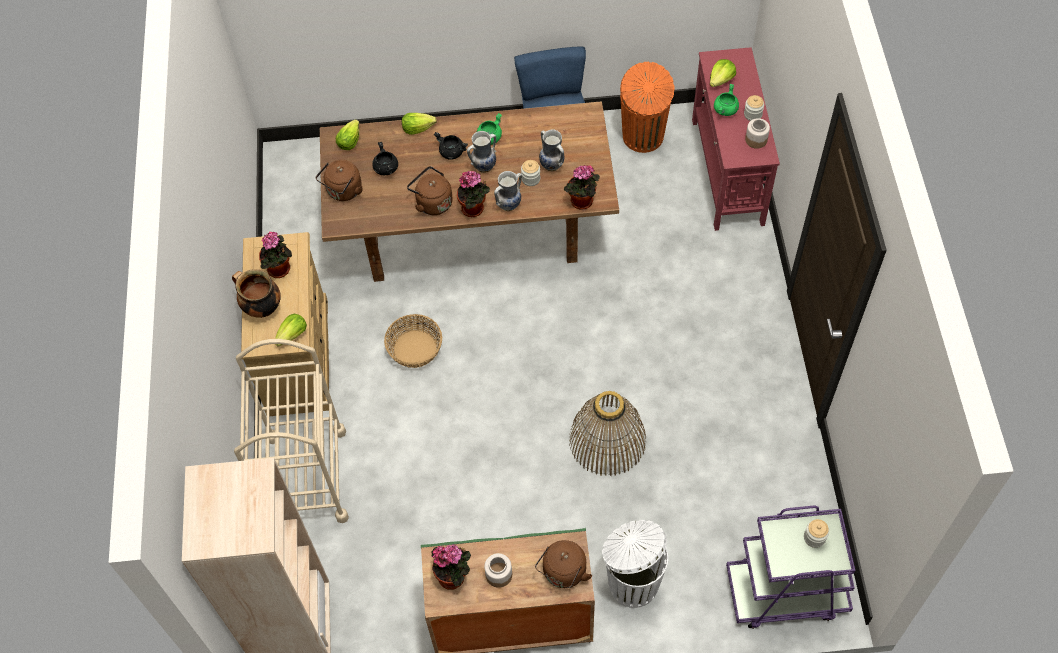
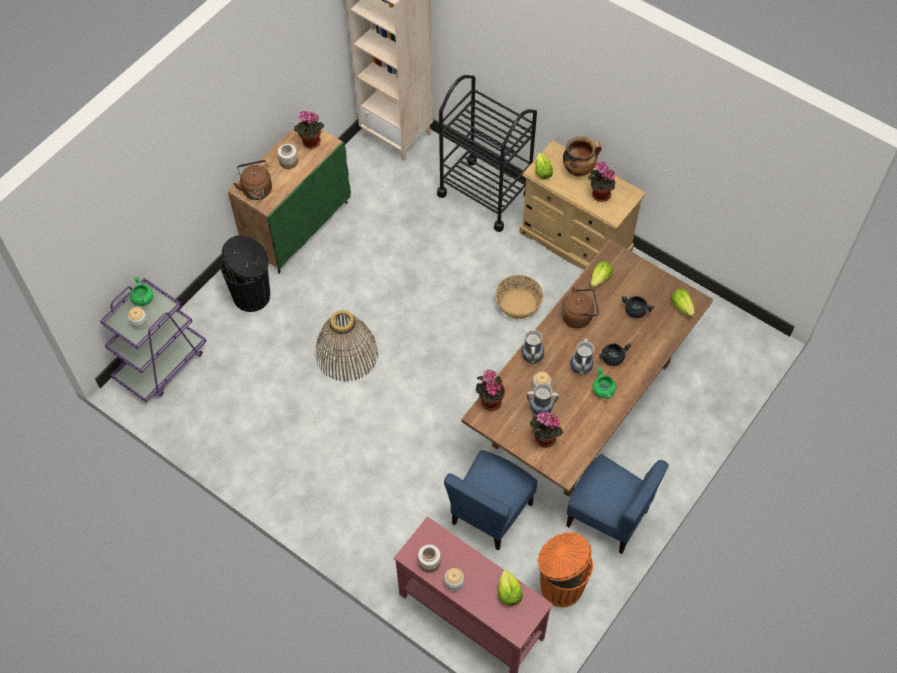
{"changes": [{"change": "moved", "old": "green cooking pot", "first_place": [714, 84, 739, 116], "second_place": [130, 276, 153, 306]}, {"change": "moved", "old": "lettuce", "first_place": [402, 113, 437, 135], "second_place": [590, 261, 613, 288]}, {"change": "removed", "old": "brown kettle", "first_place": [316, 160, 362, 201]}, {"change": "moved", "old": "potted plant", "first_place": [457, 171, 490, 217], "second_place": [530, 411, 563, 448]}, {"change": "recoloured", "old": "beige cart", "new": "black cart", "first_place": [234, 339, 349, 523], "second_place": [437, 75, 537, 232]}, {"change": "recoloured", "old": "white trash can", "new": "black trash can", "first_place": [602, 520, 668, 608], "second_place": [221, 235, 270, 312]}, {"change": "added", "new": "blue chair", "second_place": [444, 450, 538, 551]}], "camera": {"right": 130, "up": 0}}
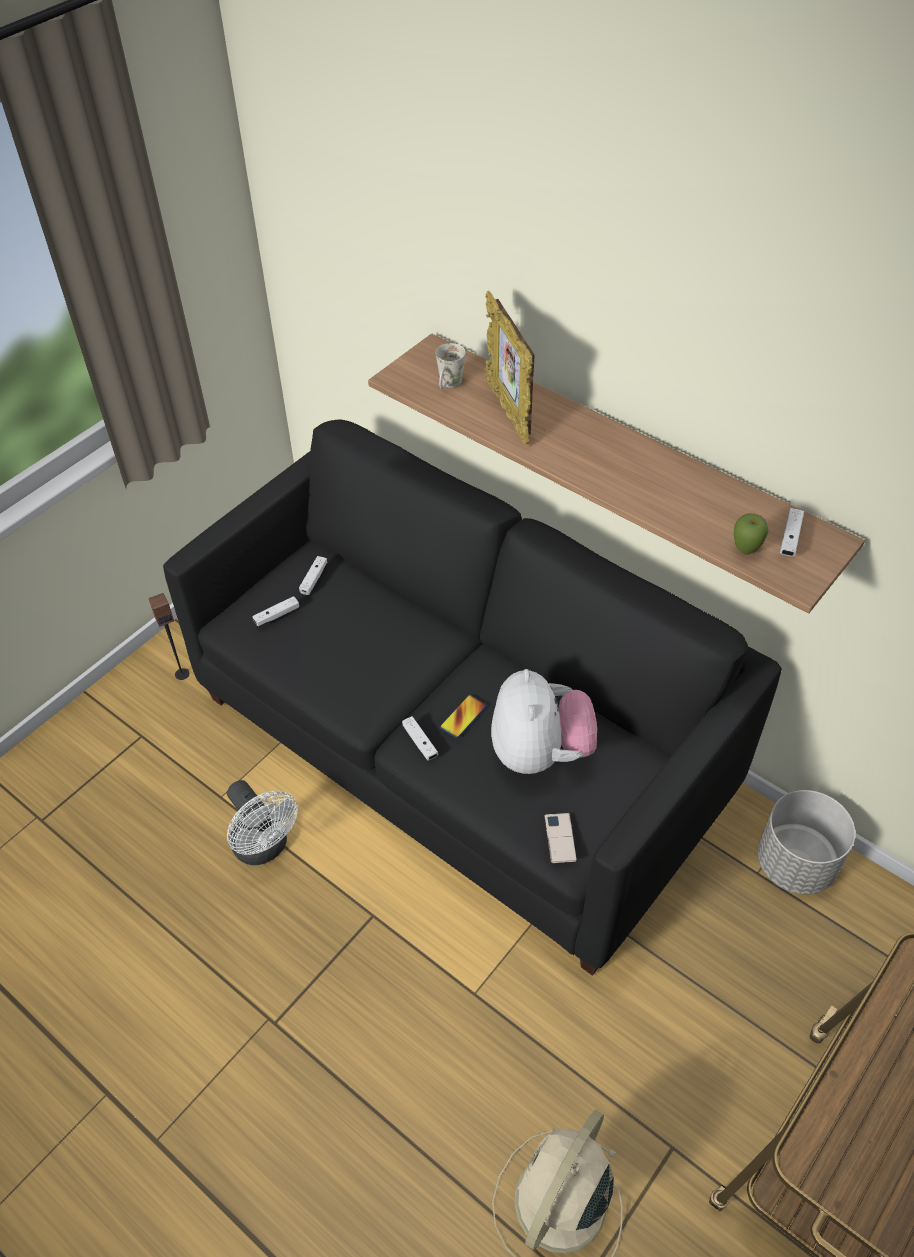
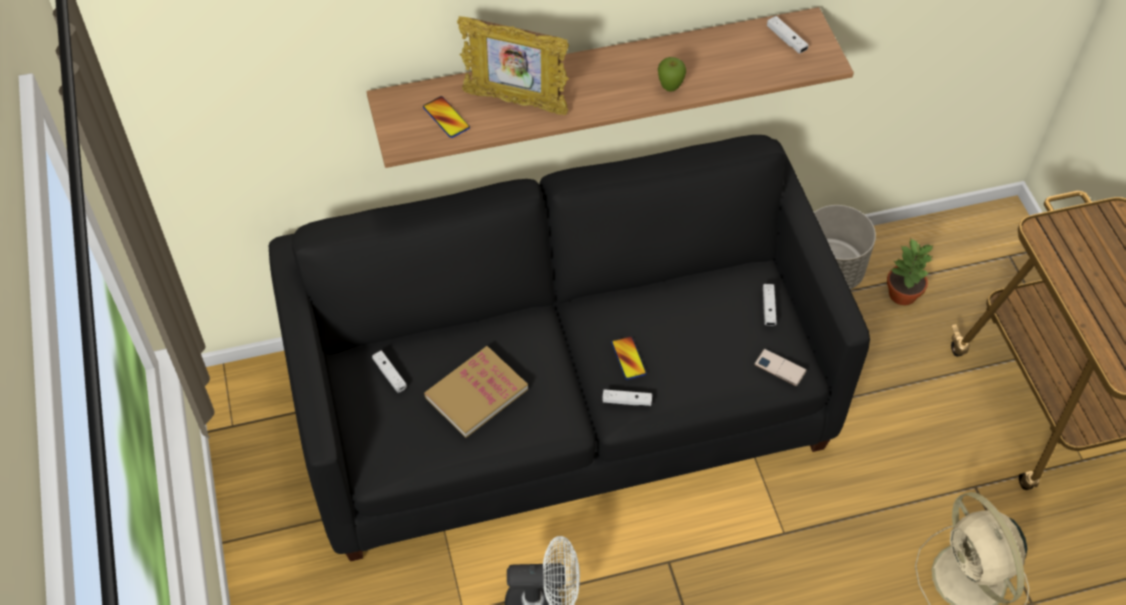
{"changes": [{"change": "replaced", "old": "white mug", "new": "phone", "first_place": [436, 343, 466, 389], "second_place": [423, 96, 470, 138]}, {"change": "moved", "old": "apple", "first_place": [734, 513, 769, 555], "second_place": [658, 57, 686, 92]}, {"change": "removed", "old": "speaker", "first_place": [148, 593, 189, 680]}, {"change": "moved", "old": "white game controller", "first_place": [252, 596, 299, 626], "second_place": [763, 284, 776, 326]}, {"change": "removed", "old": "plush toy", "first_place": [491, 669, 597, 774]}, {"change": "added", "new": "potted plant", "second_place": [887, 239, 934, 306]}, {"change": "added", "new": "book", "second_place": [424, 346, 528, 438]}], "camera": {"right": -55, "up": 5}}
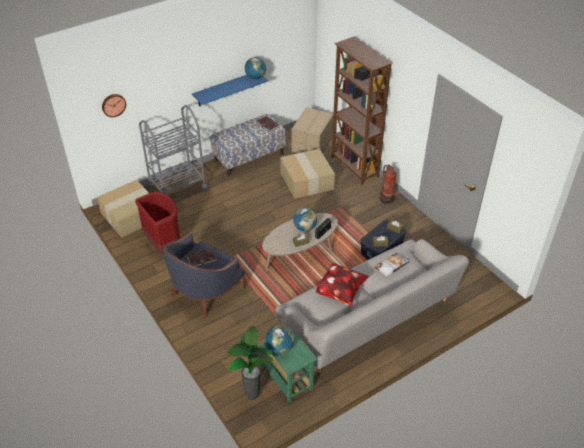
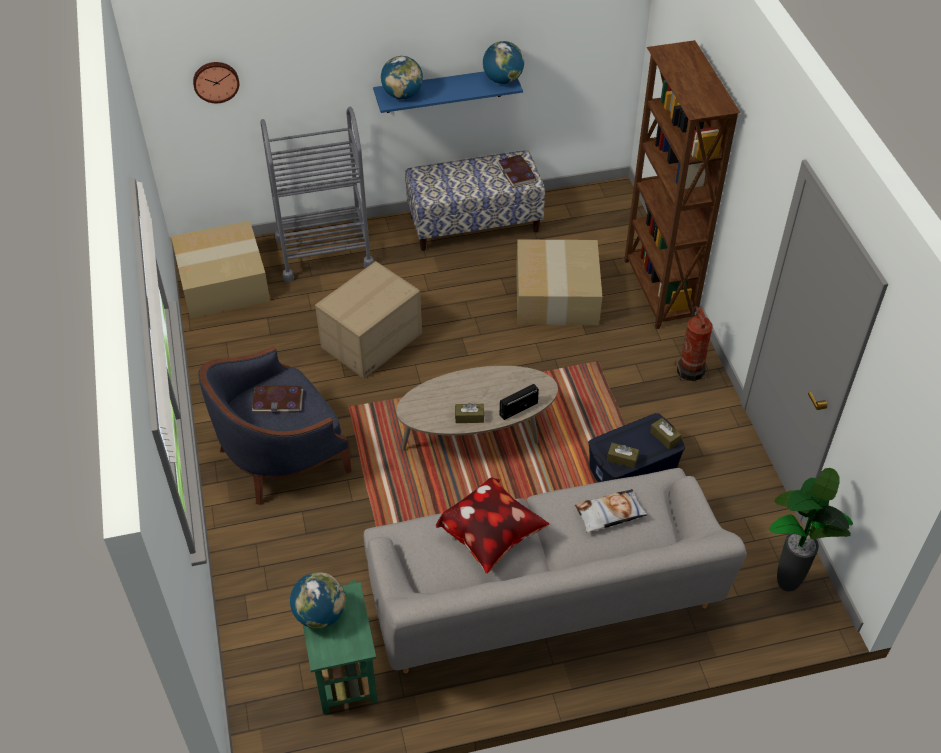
{"changes": [{"change": "moved", "old": "cardboard box", "first_place": [291, 107, 334, 154], "second_place": [315, 261, 422, 379]}, {"change": "removed", "old": "red trash can", "first_place": [135, 192, 180, 254]}, {"change": "moved", "old": "globe", "first_place": [293, 207, 317, 231], "second_place": [381, 56, 423, 99]}, {"change": "moved", "old": "potted plant", "first_place": [228, 326, 273, 400], "second_place": [769, 468, 853, 592]}], "camera": {"right": 20, "up": 5}}
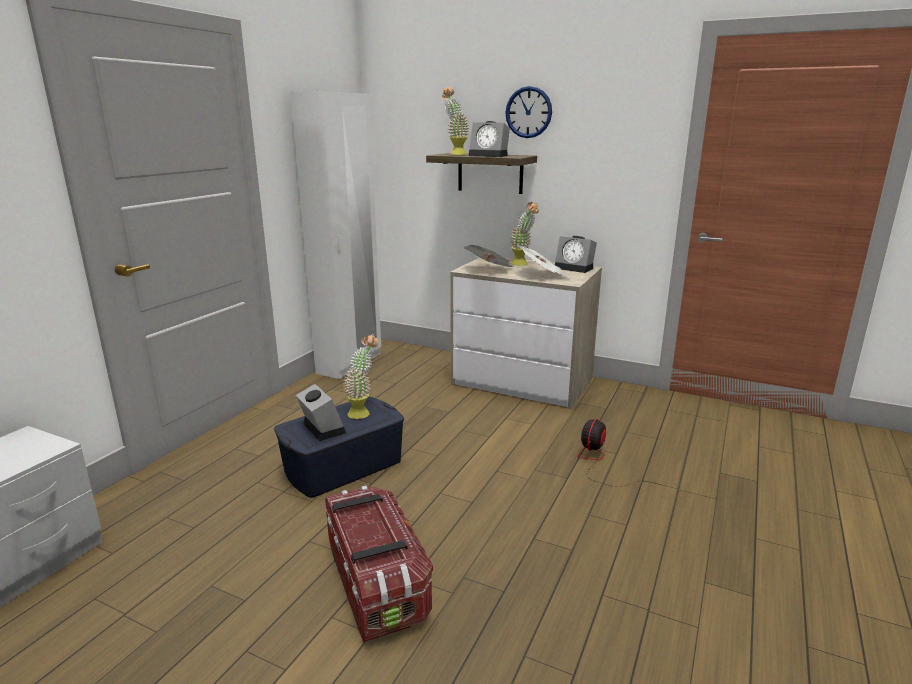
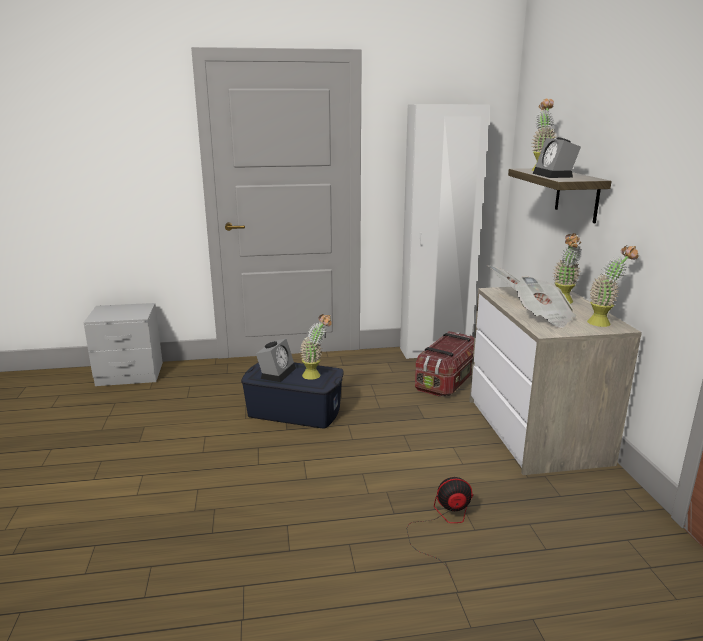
{"changes": [{"change": "removed", "old": "wall clock", "first_place": [505, 86, 552, 138]}, {"change": "replaced", "old": "alarm clock", "new": "potted plant", "first_place": [555, 236, 597, 273], "second_place": [587, 245, 638, 327]}, {"change": "moved", "old": "storage box", "first_place": [325, 486, 433, 642], "second_place": [415, 331, 474, 397]}], "camera": {"right": 55, "up": 0}}
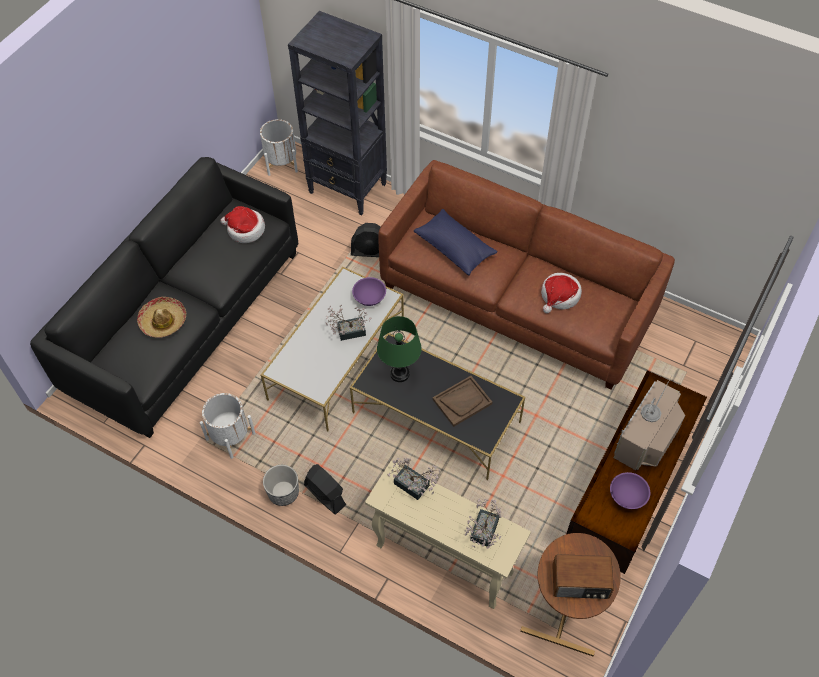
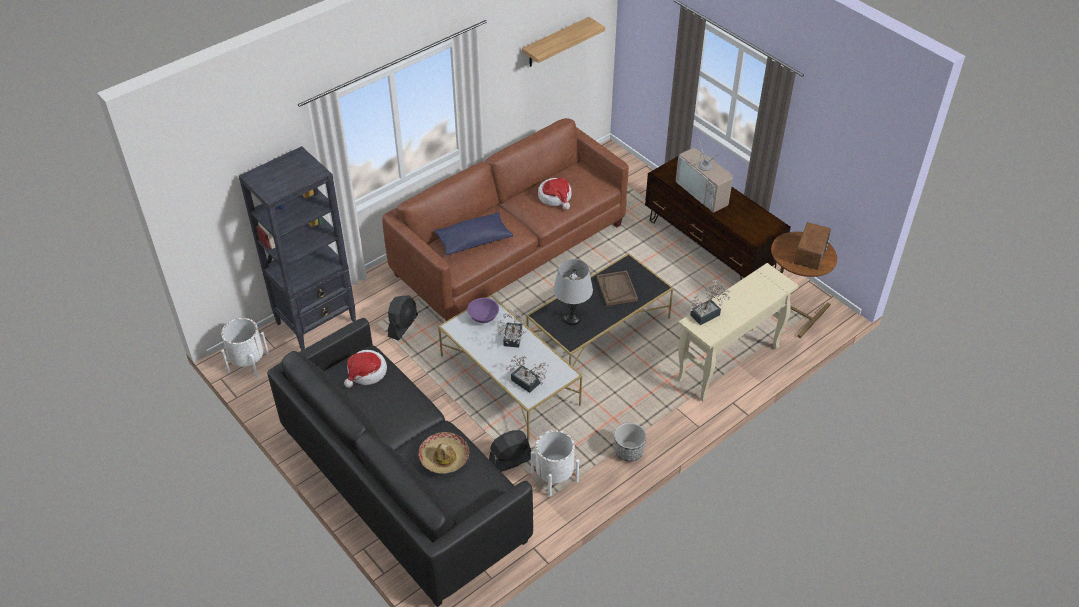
{"changes": [{"change": "recoloured", "old": "green table lamp", "new": "grey table lamp", "first_place": [377, 316, 422, 382], "second_place": [553, 259, 593, 325]}, {"change": "moved", "old": "black fan", "first_place": [304, 464, 346, 515], "second_place": [489, 430, 531, 472]}, {"change": "removed", "old": "purple bowl", "first_place": [610, 472, 650, 509]}, {"change": "moved", "old": "potted plant", "first_place": [464, 499, 502, 549], "second_place": [506, 355, 549, 393]}, {"change": "added", "new": "shelf", "second_place": [522, 17, 605, 67]}], "camera": {"right": -70, "up": -10}}
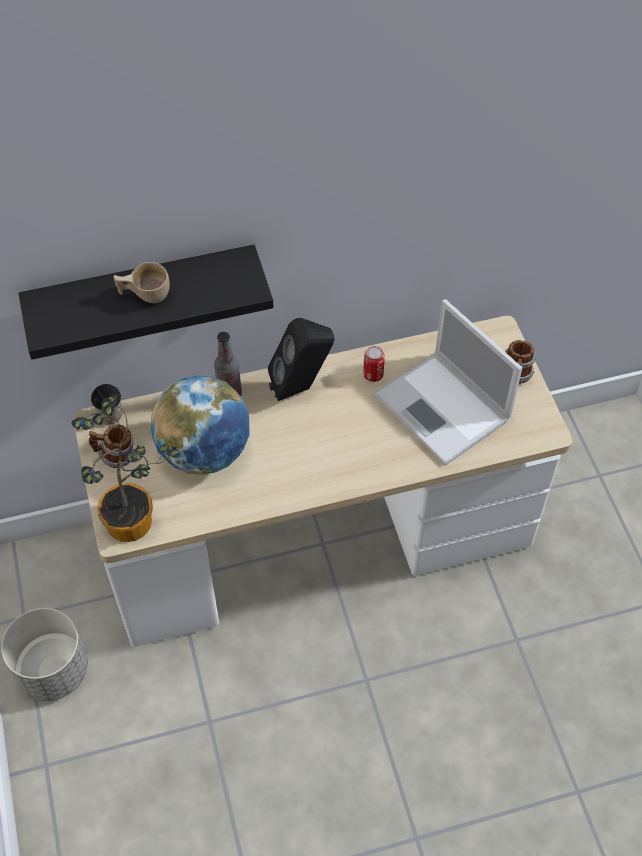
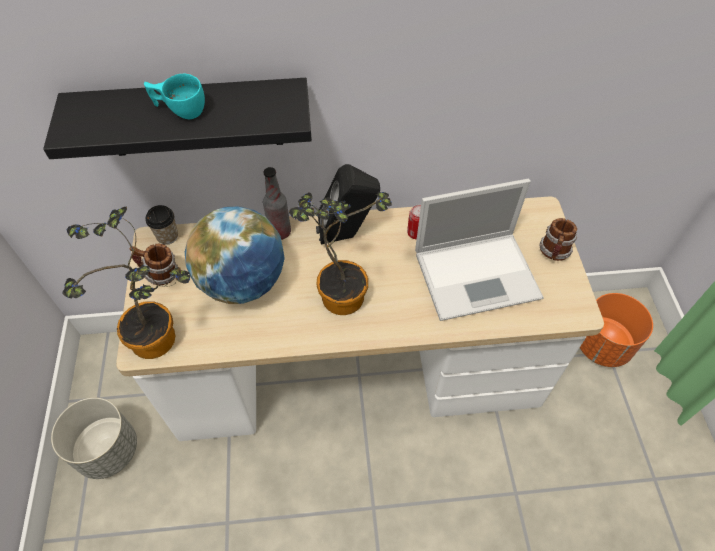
{"changes": [{"change": "recoloured", "old": "beige cup", "new": "turquoise cup", "first_place": [113, 262, 170, 303], "second_place": [144, 74, 205, 119]}, {"change": "turned", "old": "laptop", "first_place": [374, 299, 522, 465], "second_place": [415, 179, 544, 321], "degrees": -75}, {"change": "added", "new": "potted plant", "second_place": [289, 192, 392, 315]}, {"change": "added", "new": "orange planter", "second_place": [580, 293, 653, 367]}], "camera": {"right": 10, "up": 0}}
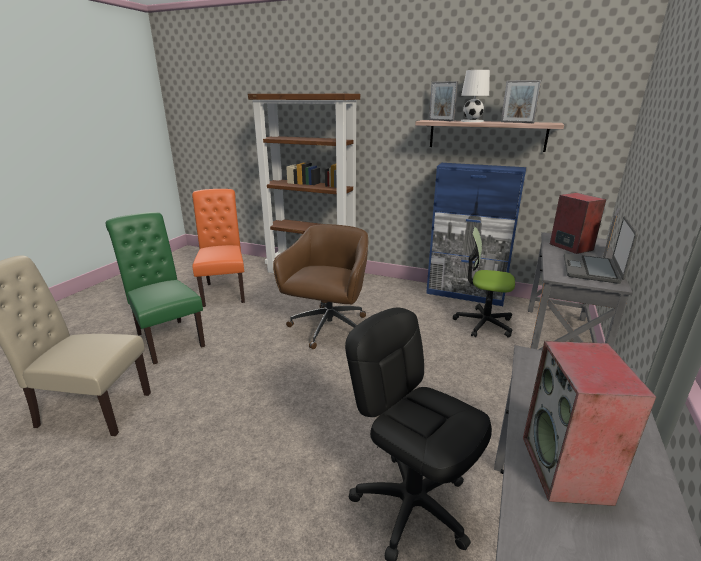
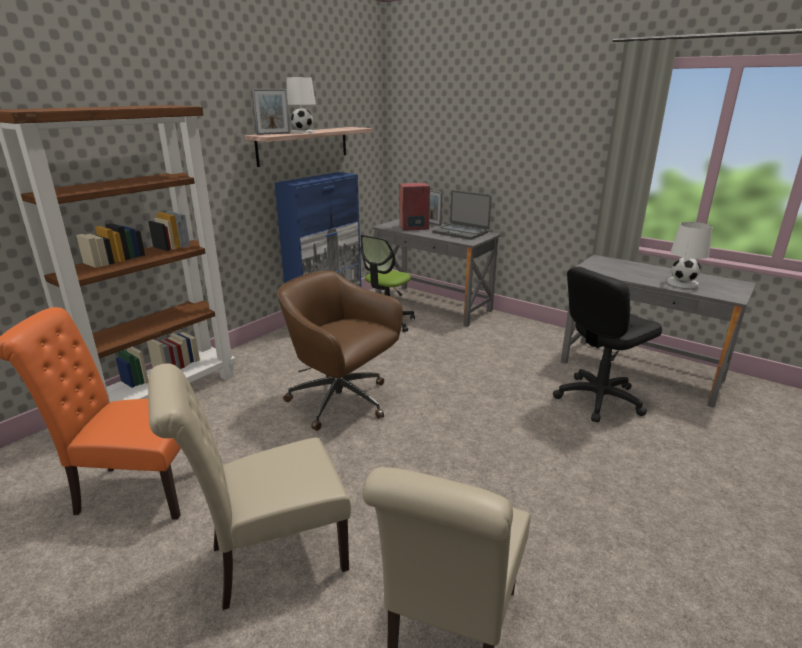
{"changes": [{"change": "removed", "old": "picture frame", "first_place": [501, 80, 541, 123]}, {"change": "recoloured", "old": "green chair", "new": "beige chair", "first_place": [106, 212, 205, 364], "second_place": [148, 364, 351, 610]}, {"change": "replaced", "old": "speaker", "new": "white table lamp", "first_place": [523, 341, 656, 506], "second_place": [667, 222, 712, 288]}], "camera": {"right": -75, "up": 0}}
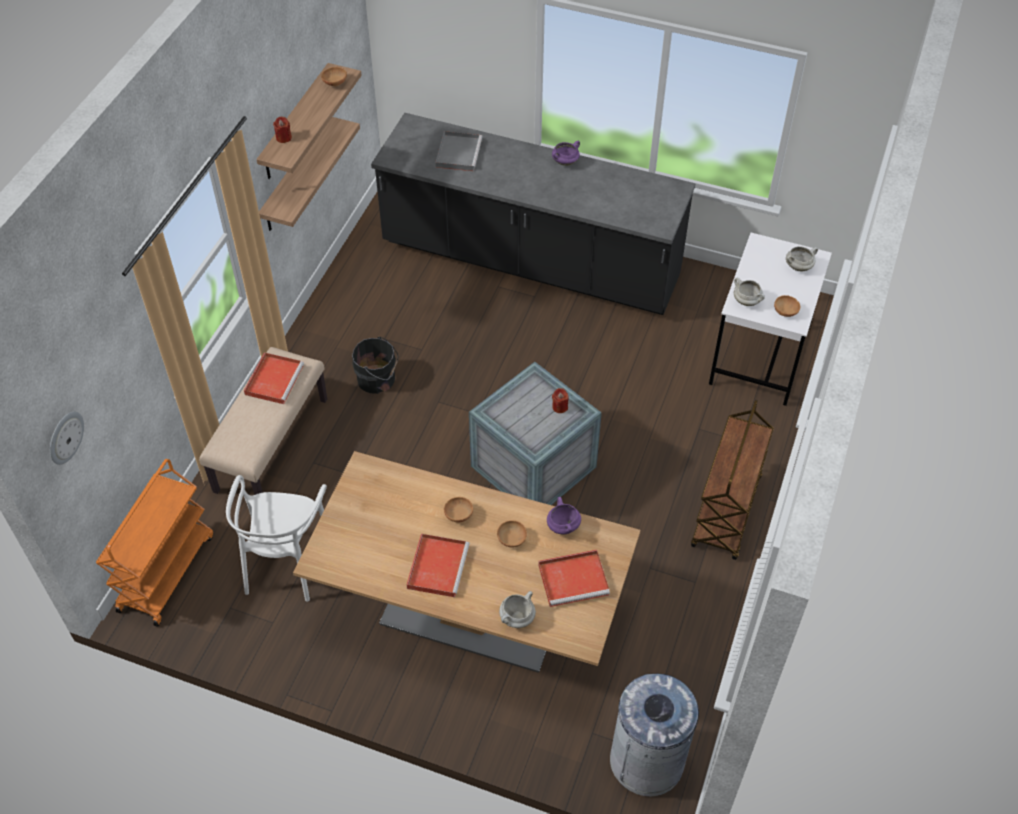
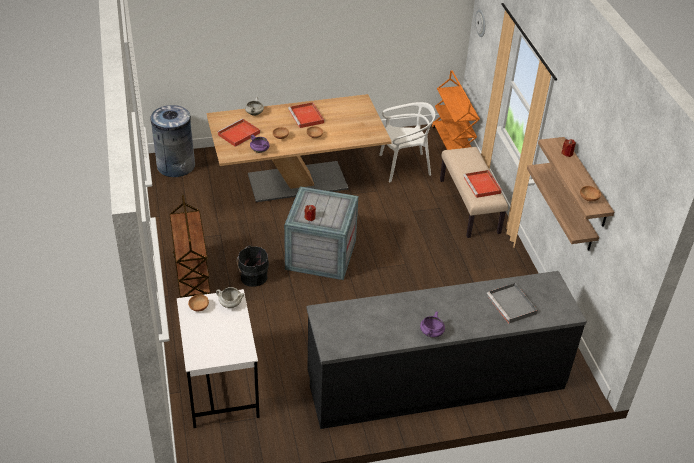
{"changes": [{"change": "removed", "old": "white cooking pot", "first_place": [786, 246, 818, 271]}, {"change": "moved", "old": "black bucket", "first_place": [352, 337, 399, 394], "second_place": [237, 245, 269, 287]}, {"change": "turned", "old": "white chair", "first_place": [226, 475, 327, 602], "second_place": [379, 102, 435, 182], "degrees": 105}], "camera": {"right": 145, "up": -10}}
